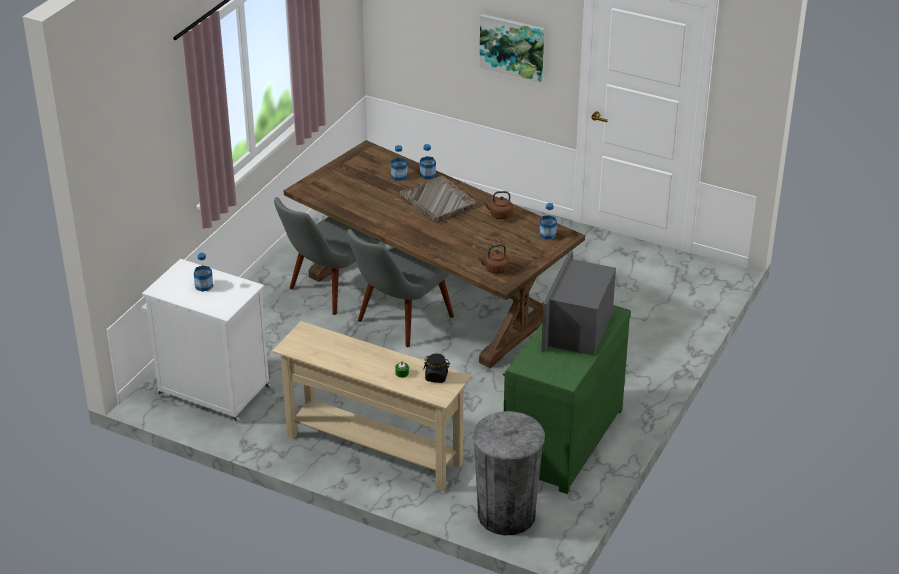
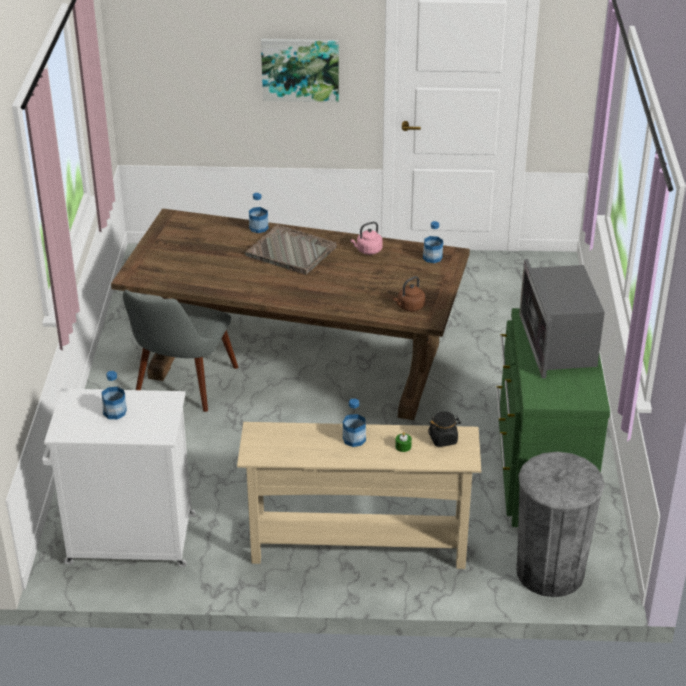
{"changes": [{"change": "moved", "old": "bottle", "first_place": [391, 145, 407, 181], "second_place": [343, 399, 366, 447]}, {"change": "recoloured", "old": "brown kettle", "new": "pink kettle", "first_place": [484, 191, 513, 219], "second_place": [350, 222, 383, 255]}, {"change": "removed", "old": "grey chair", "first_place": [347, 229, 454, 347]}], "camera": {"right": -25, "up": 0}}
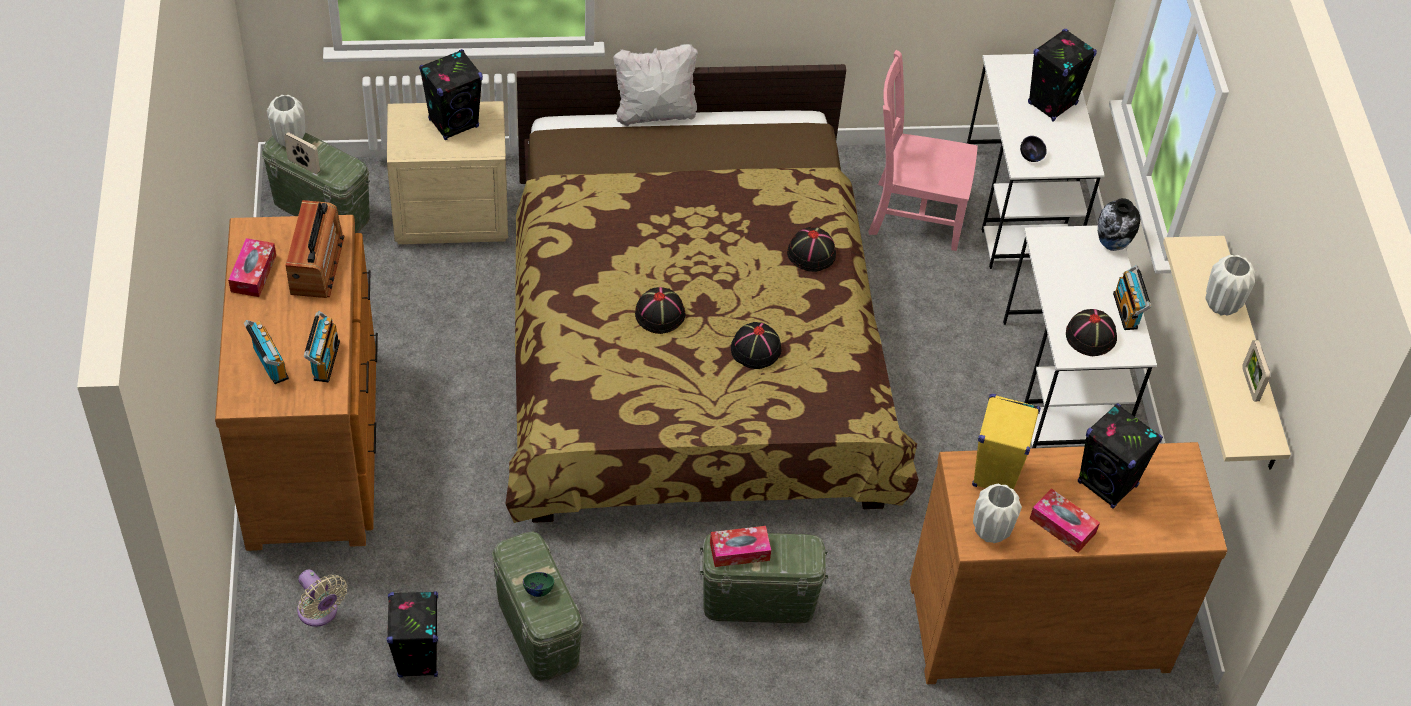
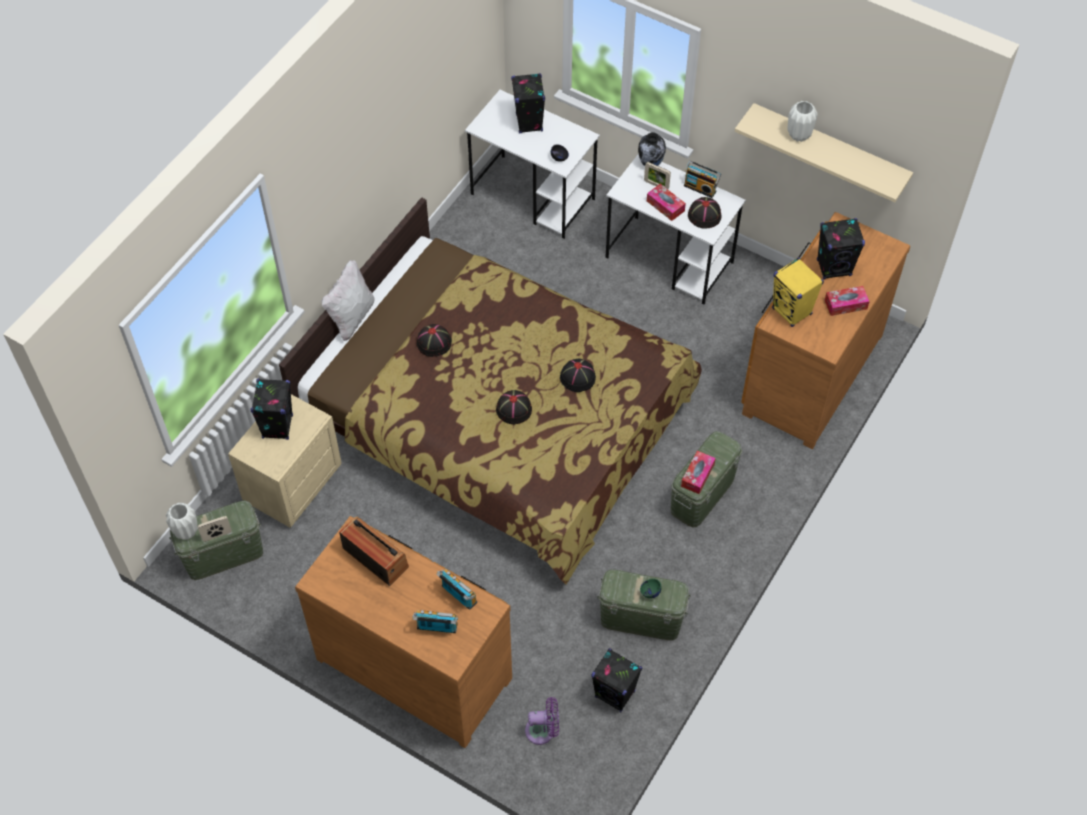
{"changes": [{"change": "removed", "old": "pink chair", "first_place": [868, 50, 978, 251]}, {"change": "moved", "old": "black hat", "first_place": [787, 227, 836, 272], "second_place": [417, 324, 452, 357]}, {"change": "moved", "old": "tissue box", "first_place": [228, 238, 276, 297], "second_place": [647, 184, 686, 221]}, {"change": "moved", "old": "picture frame", "first_place": [1242, 340, 1270, 402], "second_place": [644, 162, 671, 189]}, {"change": "removed", "old": "white vase", "first_place": [973, 484, 1022, 543]}, {"change": "recoloured", "old": "beige fan", "new": "purple fan", "first_place": [297, 569, 347, 627], "second_place": [525, 697, 559, 745]}], "camera": {"right": -50, "up": 5}}
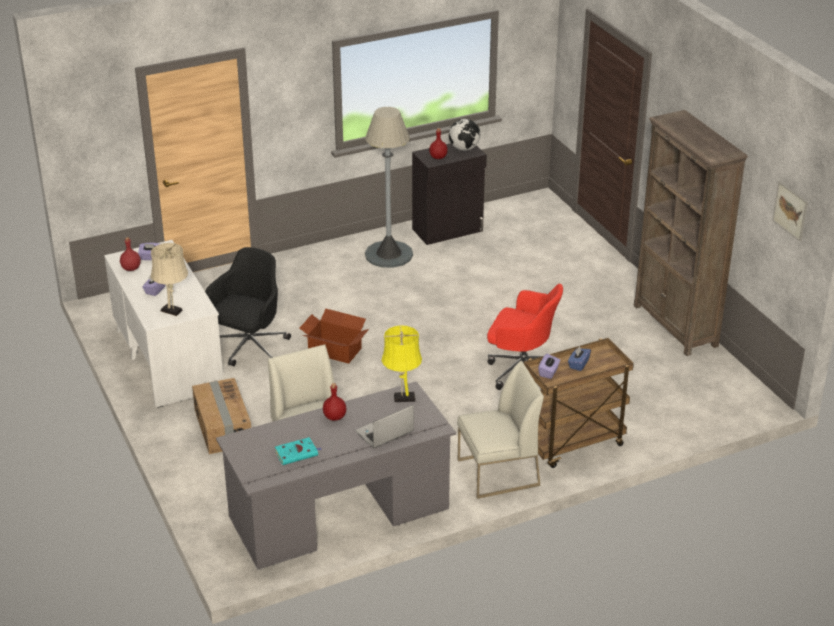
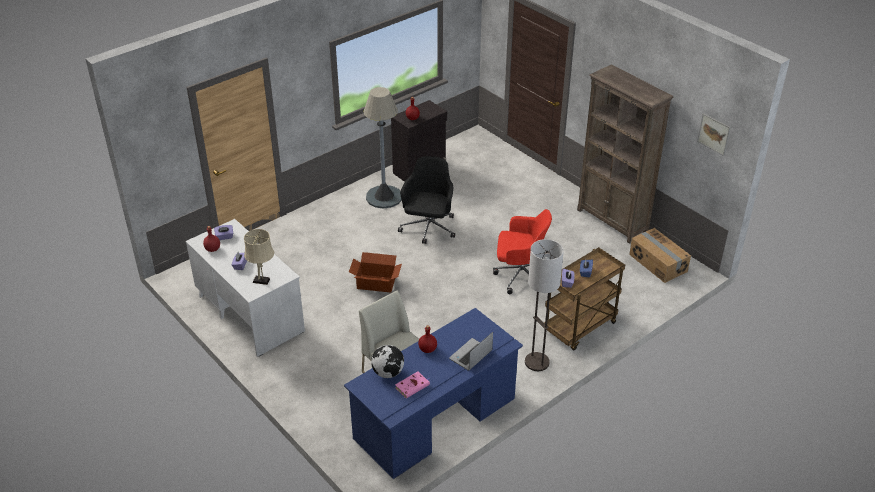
{"changes": [{"change": "moved", "old": "globe", "first_place": [449, 119, 480, 151], "second_place": [371, 345, 404, 378]}, {"change": "moved", "old": "black office chair", "first_place": [205, 247, 291, 366], "second_place": [398, 156, 455, 244]}, {"change": "removed", "old": "yellow table lamp", "first_place": [381, 325, 422, 402]}, {"change": "replaced", "old": "white chair", "new": "floor lamp", "first_place": [457, 361, 544, 499], "second_place": [525, 239, 564, 371]}, {"change": "moved", "old": "cardboard box", "first_place": [192, 378, 251, 454], "second_place": [629, 228, 691, 283]}, {"change": "recoloured", "old": "grey desk", "new": "blue desk", "first_place": [216, 381, 456, 570], "second_place": [344, 308, 523, 479]}, {"change": "recoloured", "old": "turquoise book", "new": "pink book", "first_place": [275, 437, 322, 465], "second_place": [395, 371, 430, 399]}], "camera": {"right": -15, "up": 5}}
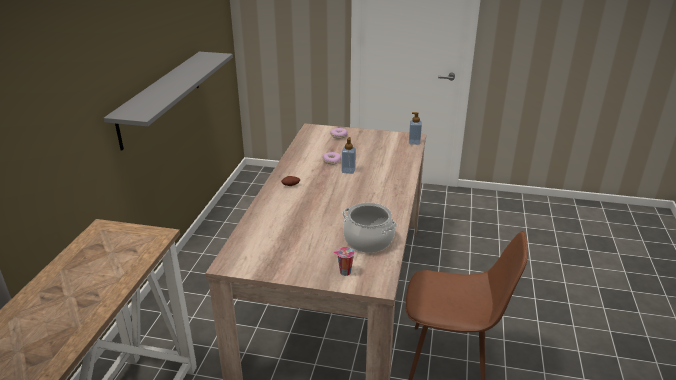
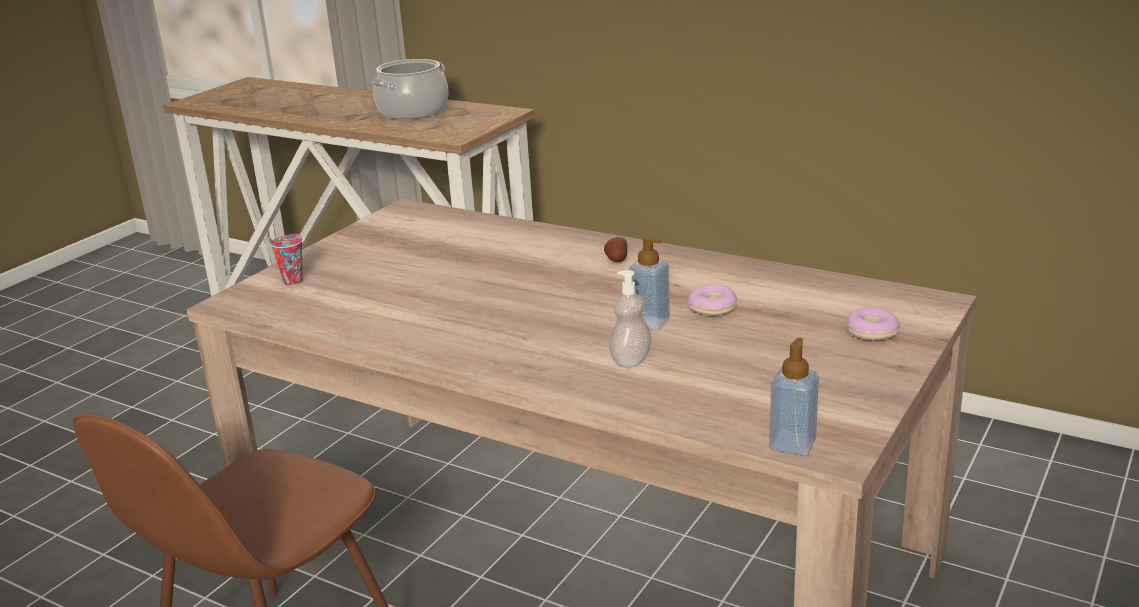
{"changes": [{"change": "removed", "old": "grey shelf", "first_place": [104, 52, 233, 150]}, {"change": "moved", "old": "cooking pot", "first_place": [342, 203, 397, 253], "second_place": [372, 59, 449, 119]}, {"change": "added", "new": "soap dispenser", "second_place": [609, 270, 652, 368]}], "camera": {"right": 110, "up": -5}}
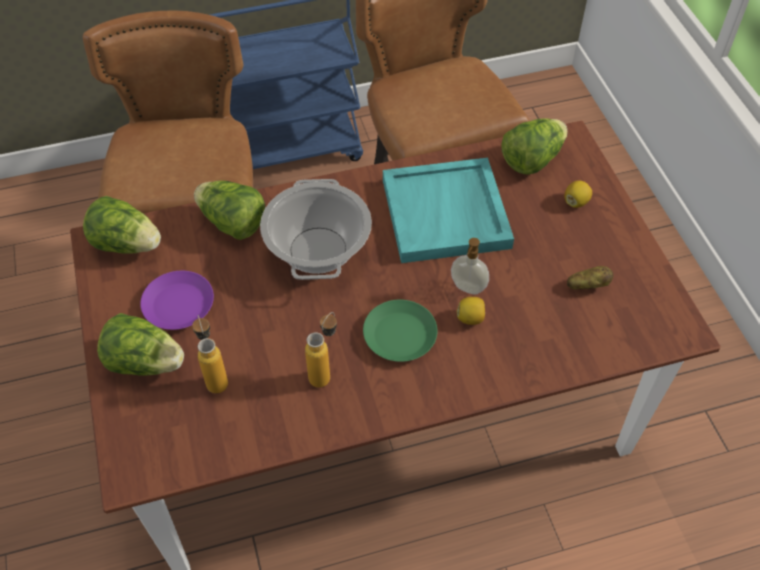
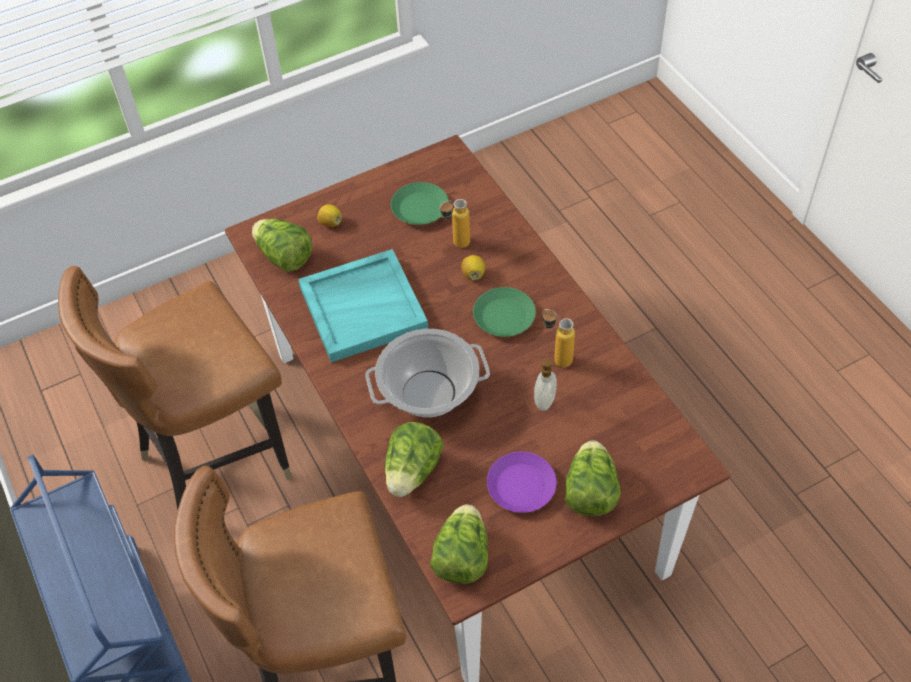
{"changes": [{"change": "moved", "old": "soap dispenser", "first_place": [451, 238, 489, 295], "second_place": [534, 359, 560, 411]}, {"change": "replaced", "old": "potato", "new": "green plate", "first_place": [567, 266, 613, 290], "second_place": [391, 182, 449, 225]}, {"change": "moved", "old": "bottle", "first_place": [192, 315, 228, 393], "second_place": [440, 199, 470, 248]}], "camera": {"right": -100, "up": 0}}
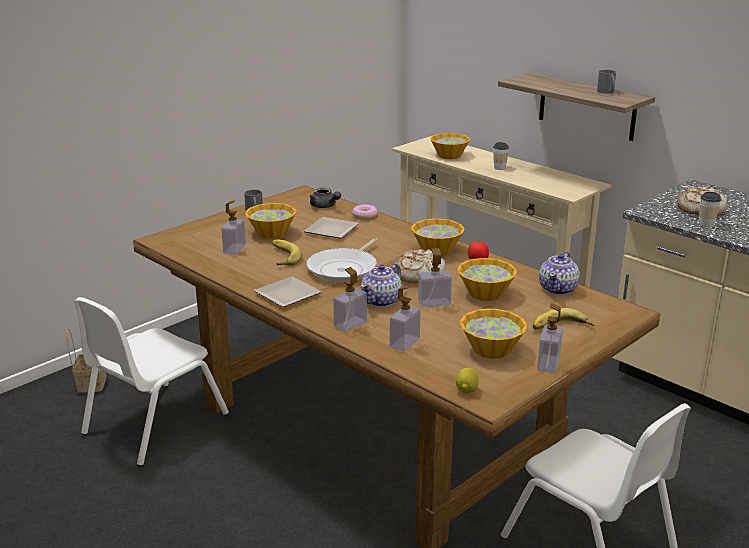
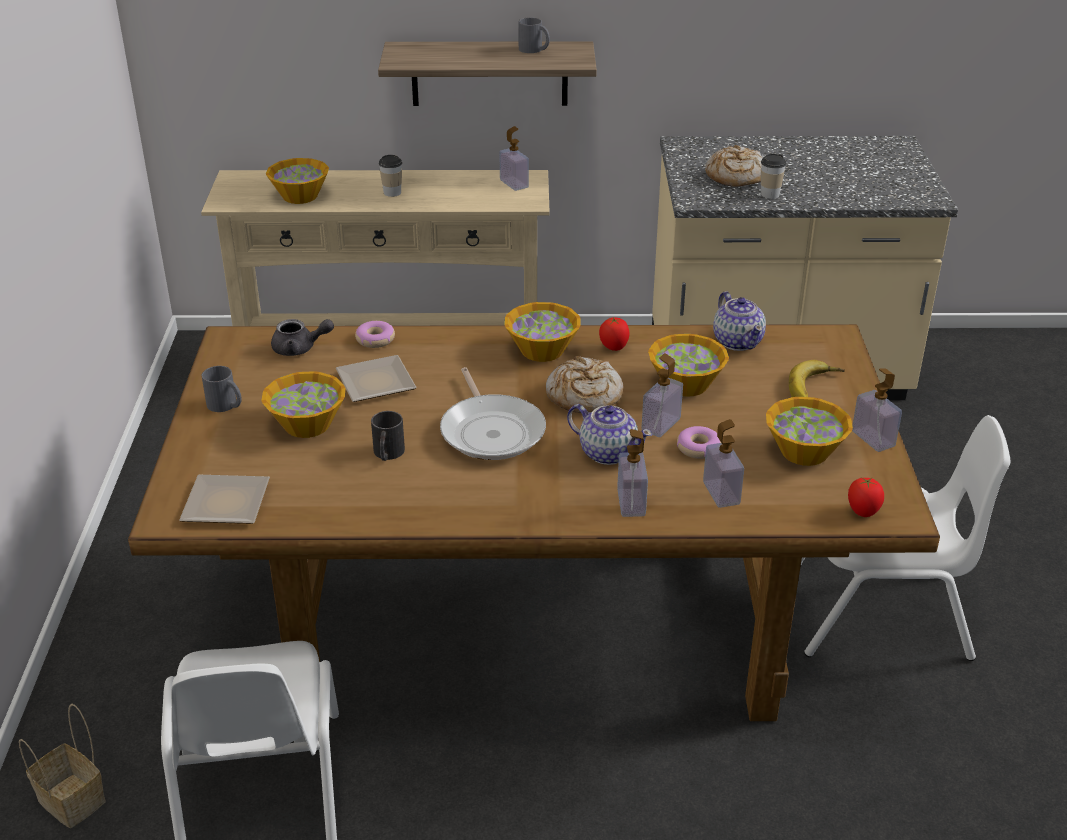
{"changes": [{"change": "moved", "old": "soap dispenser", "first_place": [221, 200, 246, 255], "second_place": [499, 126, 529, 191]}, {"change": "replaced", "old": "banana", "new": "black mug", "first_place": [272, 240, 303, 266], "second_place": [371, 411, 405, 461]}, {"change": "turned", "old": "teapot", "first_place": [361, 263, 402, 307], "second_place": [567, 404, 652, 465], "degrees": -45}, {"change": "moved", "old": "plate", "first_place": [254, 276, 322, 307], "second_place": [179, 475, 270, 524]}, {"change": "replaced", "old": "lemon", "new": "tomato", "first_place": [456, 368, 479, 393], "second_place": [848, 477, 884, 517]}, {"change": "added", "new": "donut", "second_place": [677, 426, 721, 459]}], "camera": {"right": -45, "up": 10}}
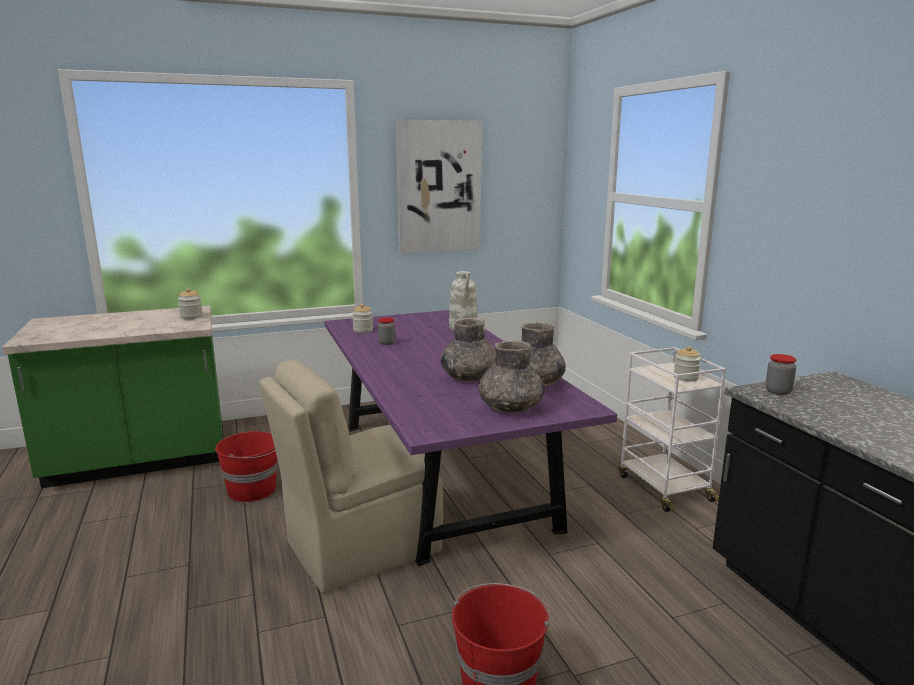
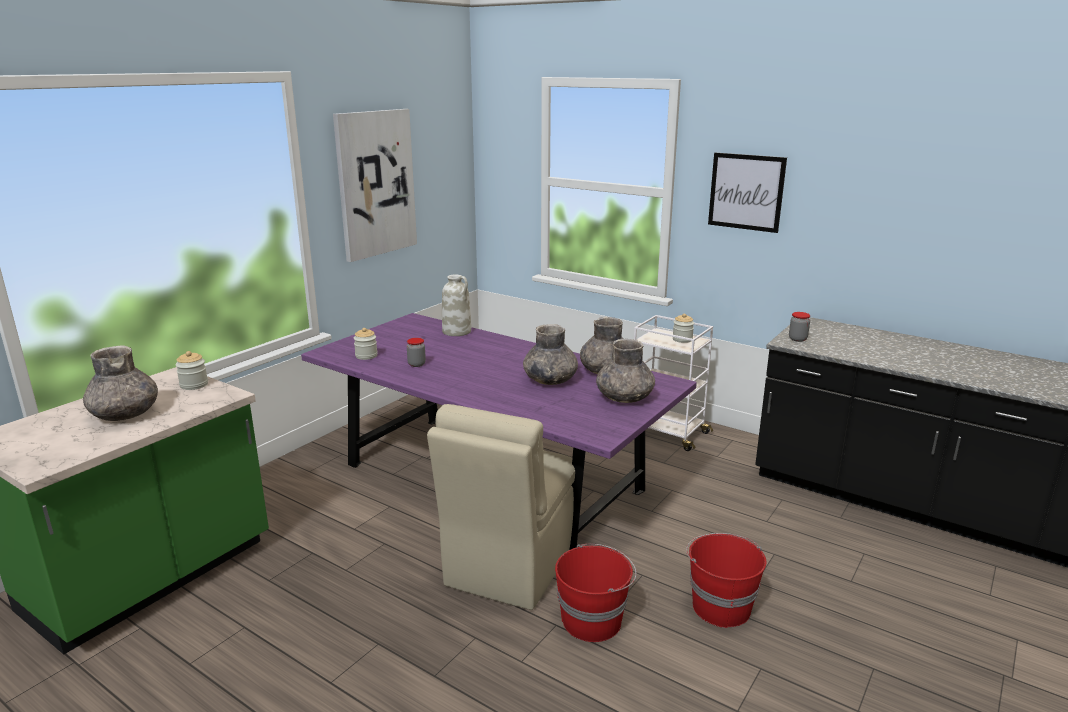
{"changes": [{"change": "moved", "old": "red bucket", "first_place": [215, 429, 278, 502], "second_place": [555, 544, 636, 642]}, {"change": "added", "new": "picture", "second_place": [708, 153, 787, 233]}, {"change": "added", "new": "grey vase", "second_place": [83, 346, 158, 421]}], "camera": {"right": -35, "up": 5}}
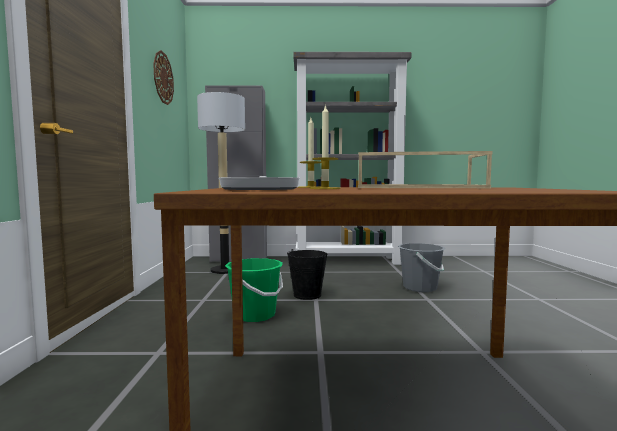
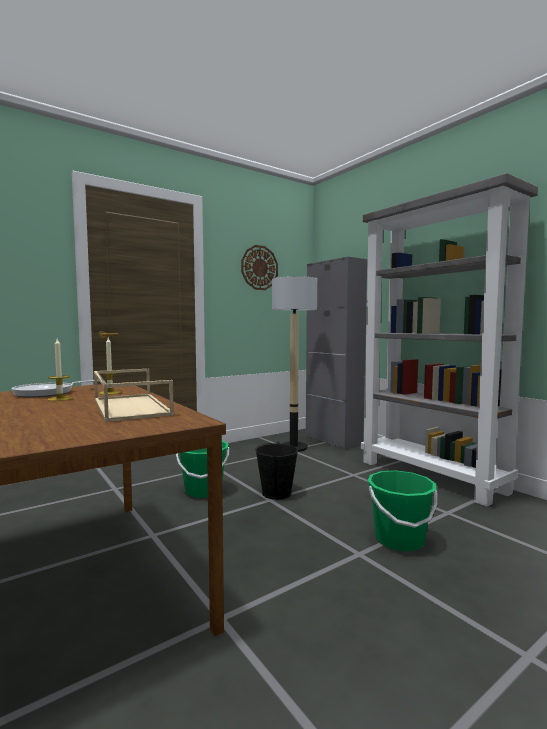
{"changes": [{"change": "recoloured", "old": "grey bucket", "new": "green bucket", "first_place": [398, 243, 445, 292], "second_place": [367, 470, 438, 552]}], "camera": {"right": 55, "up": 0}}
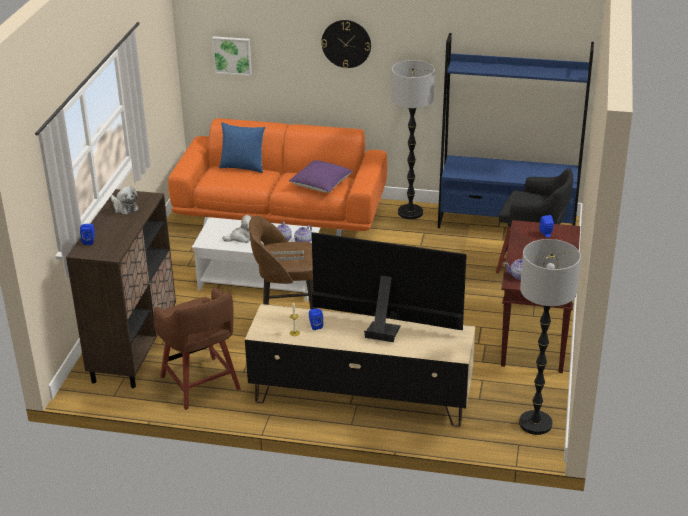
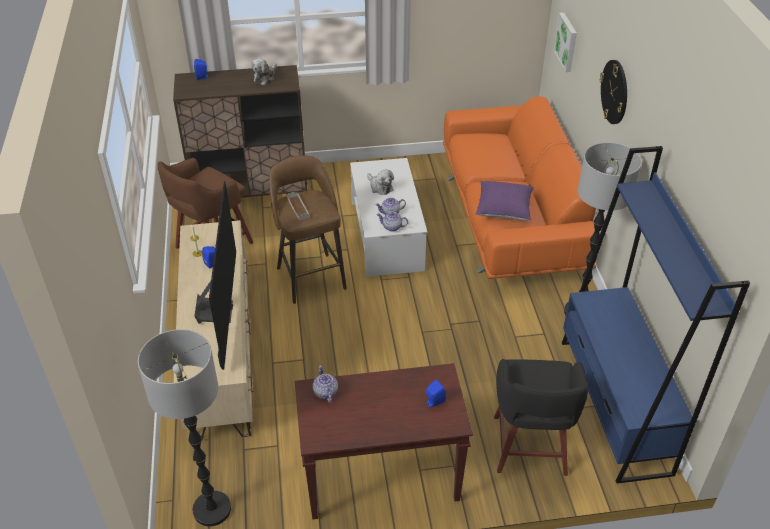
{"changes": [{"change": "removed", "old": "blue pillow", "first_place": [219, 122, 265, 173]}], "camera": {"right": 70, "up": 10}}
